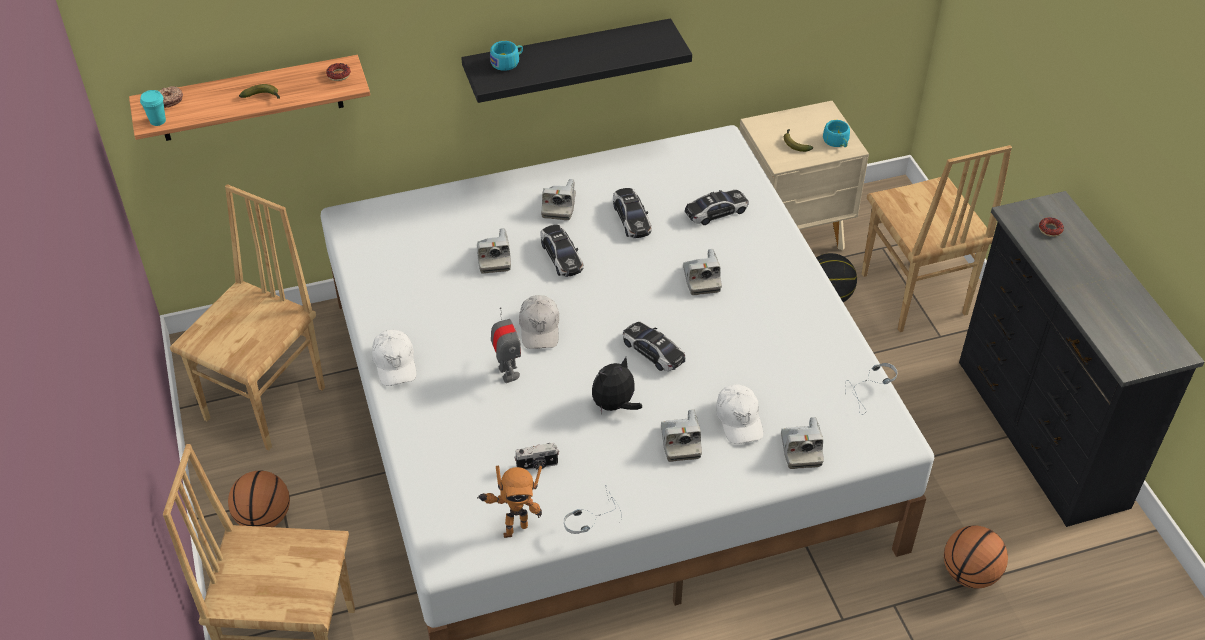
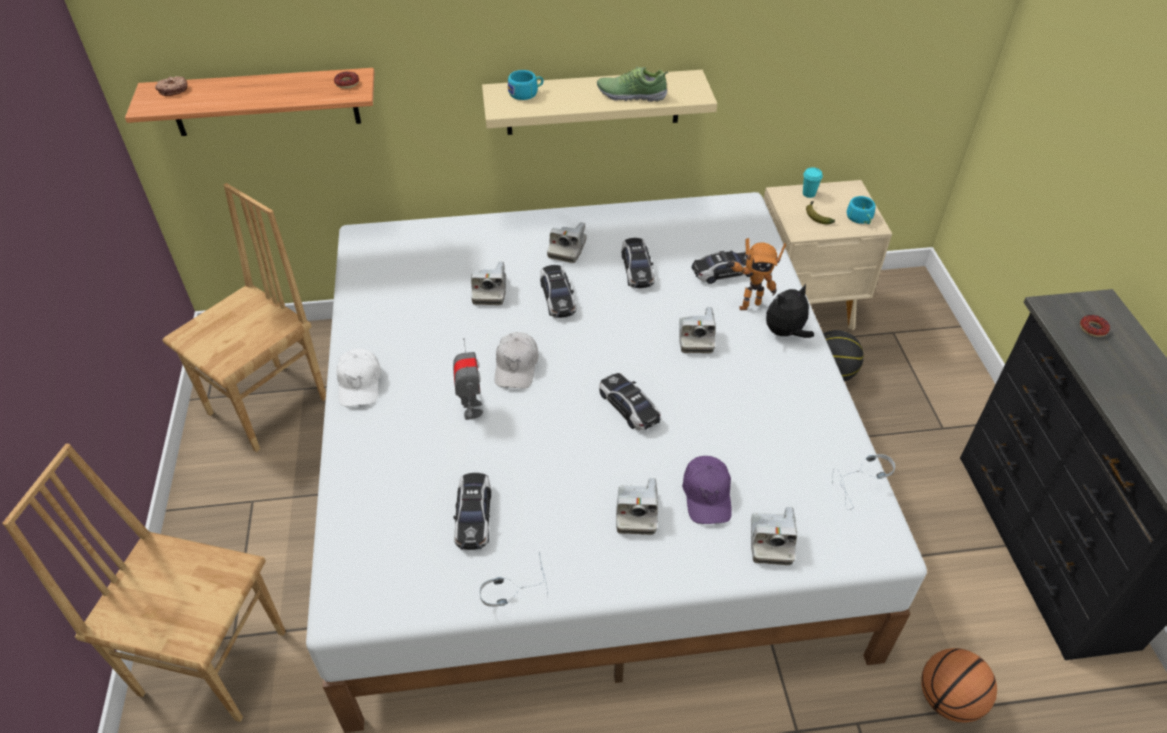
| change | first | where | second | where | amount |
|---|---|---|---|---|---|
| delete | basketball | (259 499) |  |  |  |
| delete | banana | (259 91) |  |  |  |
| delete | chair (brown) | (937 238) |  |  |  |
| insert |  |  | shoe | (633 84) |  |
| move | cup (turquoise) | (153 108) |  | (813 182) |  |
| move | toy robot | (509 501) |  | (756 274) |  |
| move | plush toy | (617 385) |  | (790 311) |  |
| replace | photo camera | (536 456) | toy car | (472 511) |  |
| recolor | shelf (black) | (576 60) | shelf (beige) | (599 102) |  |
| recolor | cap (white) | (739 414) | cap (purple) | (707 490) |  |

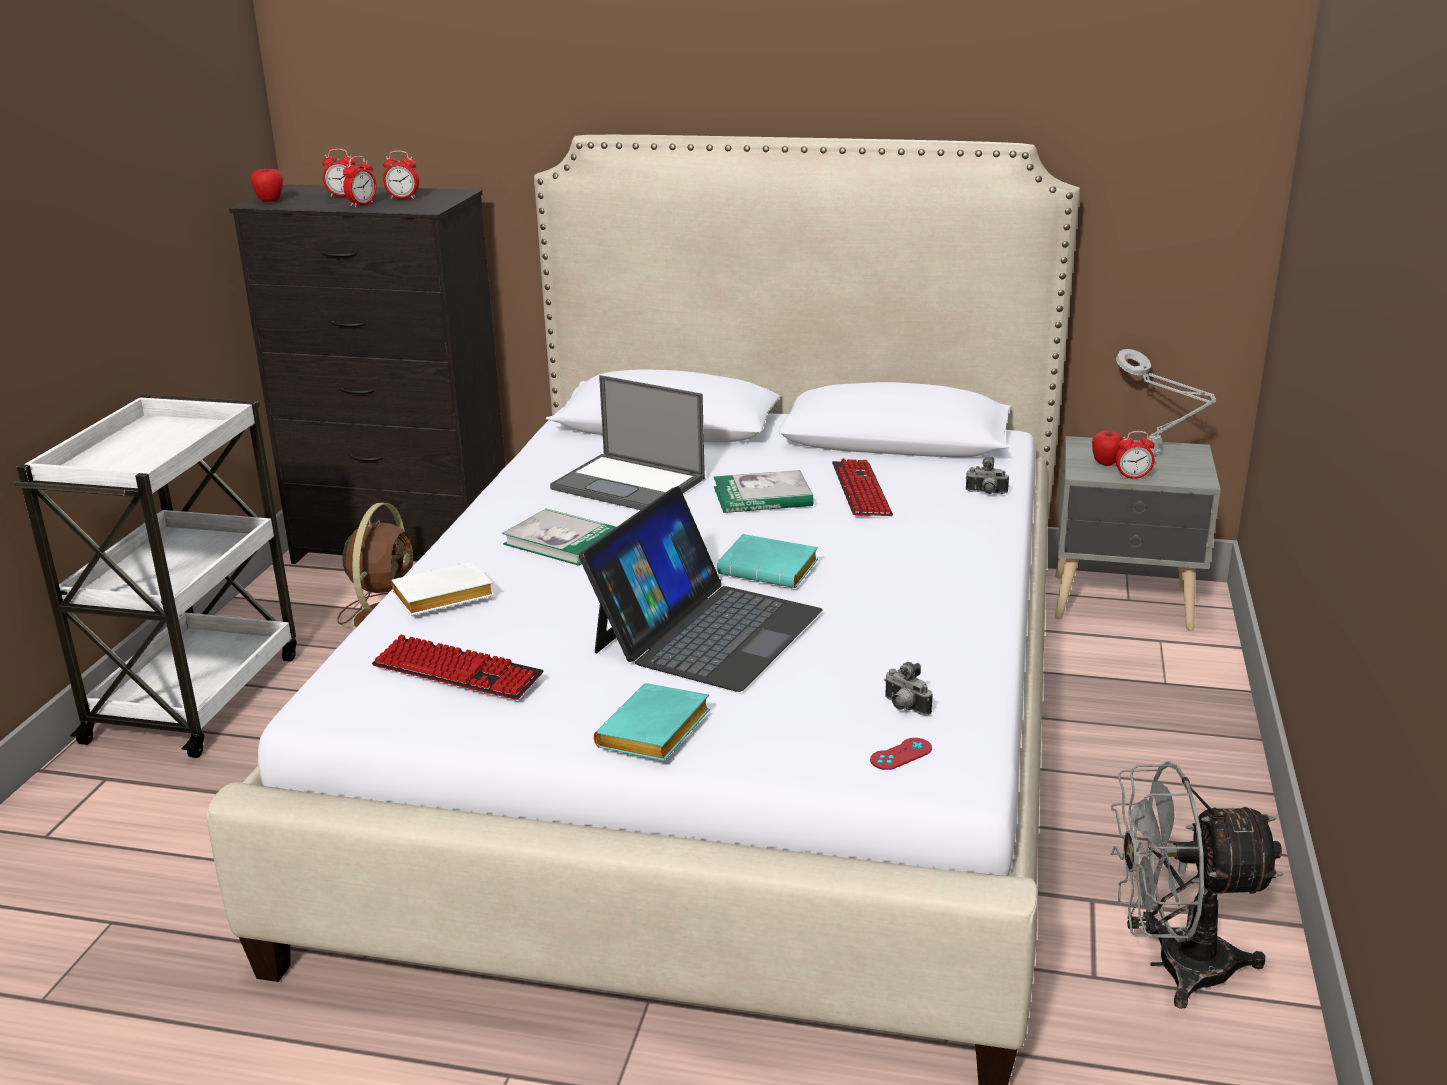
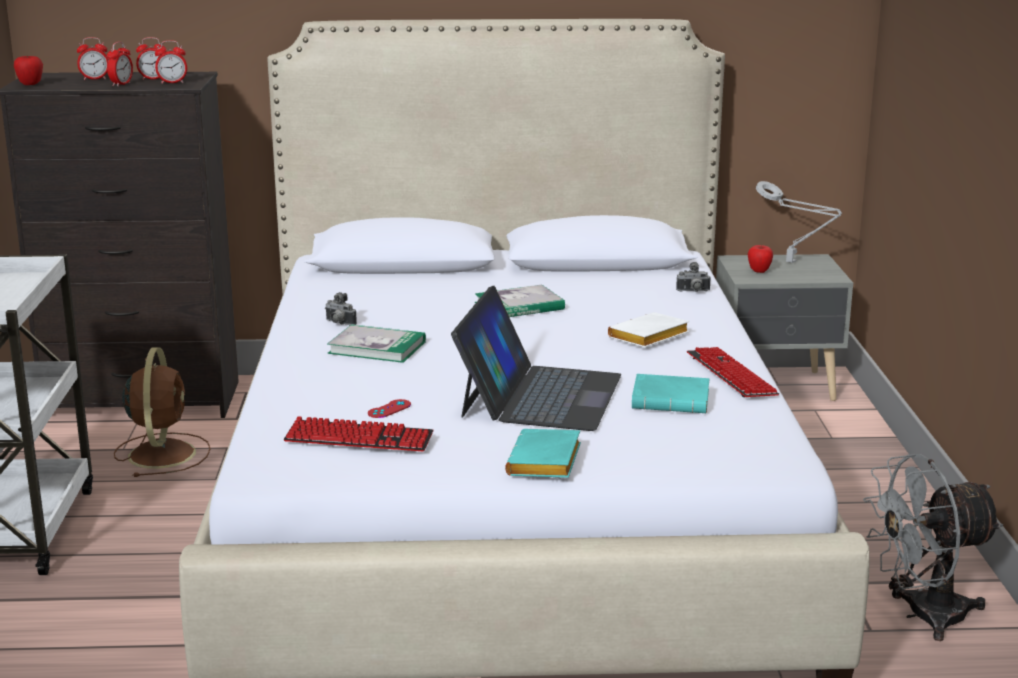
| change | first | where | second | where | amount |
|---|---|---|---|---|---|
| delete | laptop | (627 442) |  |  |  |
| move | book (white) | (442 588) |  | (648 330) |  |
| move | book (turquoise) | (767 561) |  | (670 393) |  |
| move | keyboard | (862 487) |  | (733 372) |  |
| move | game controller (red) | (901 754) |  | (389 408) |  |
| move | photo camera | (908 688) |  | (341 308) |  |
| move | alarm clock | (1135 455) |  | (171 62) |  |

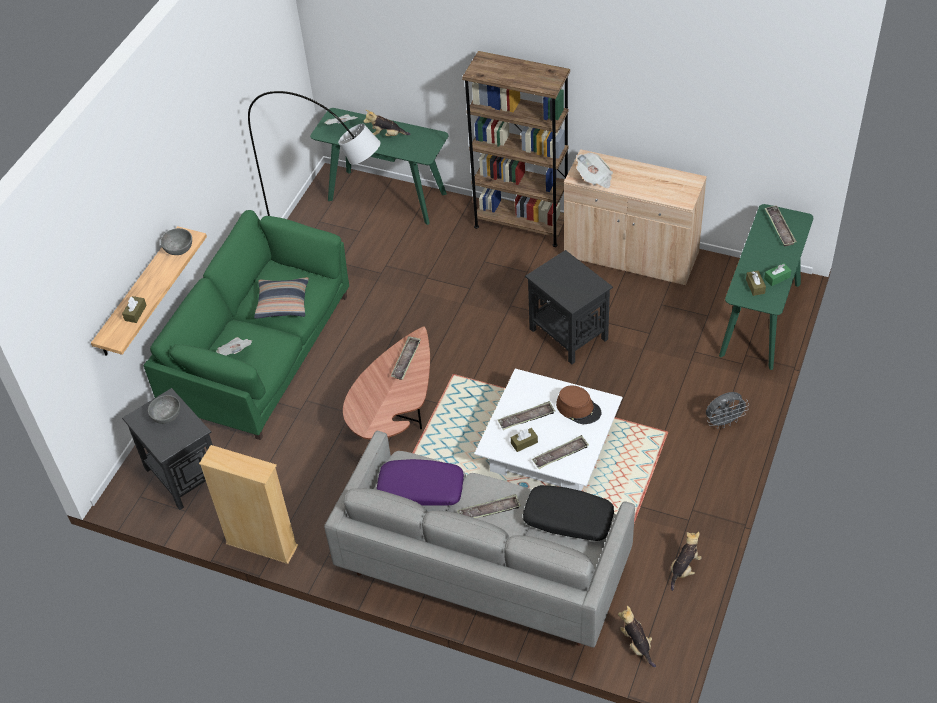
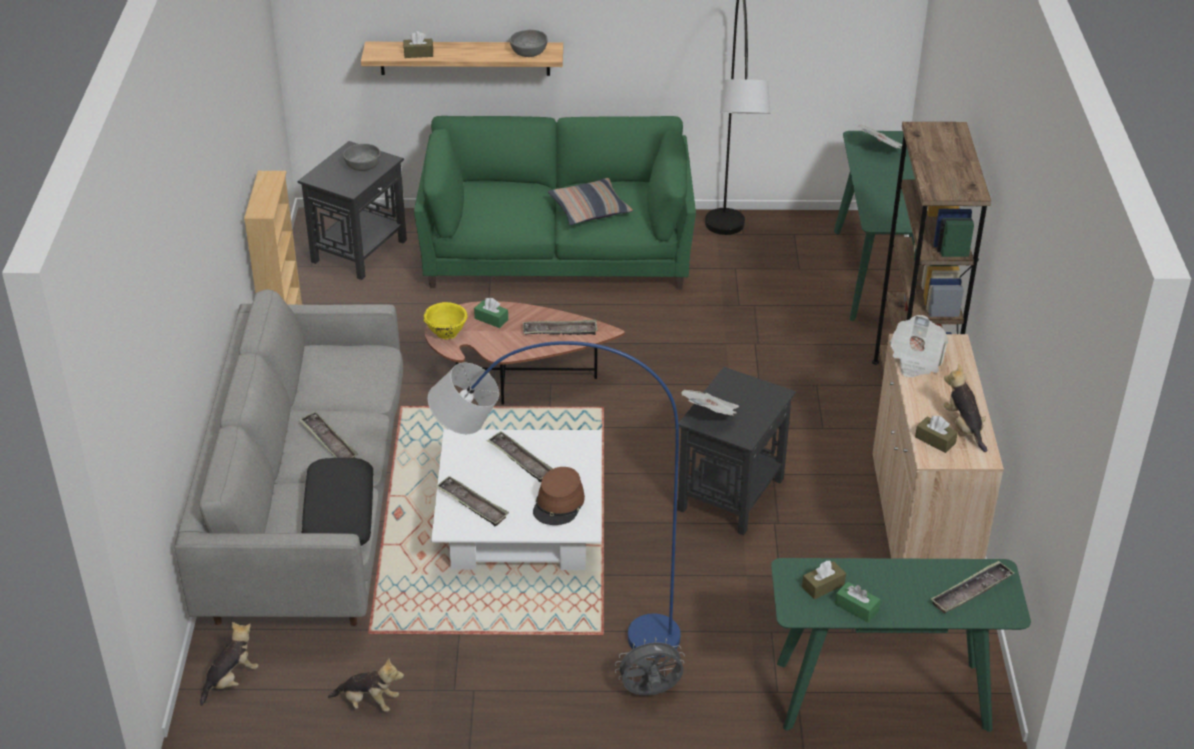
| change | first | where | second | where | amount |
|---|---|---|---|---|---|
| delete | pillow (purple) | (420 482) |  |  |  |
| insert |  |  | bowl (yellow) | (445 320) |  |
| insert |  |  | floor lamp (blue) | (554 499) |  |
| insert |  |  | tissue box (green) | (491 313) |  |
| move | newspaper | (234 346) |  | (710 403) |  |
| move | plush toy | (386 123) |  | (965 408) |  |
| move | tissue box (brown) | (524 440) |  | (936 434) |  |
| rotate | fan (grey) | (727 410) |  | (650 666) | 120 degrees clockwise |

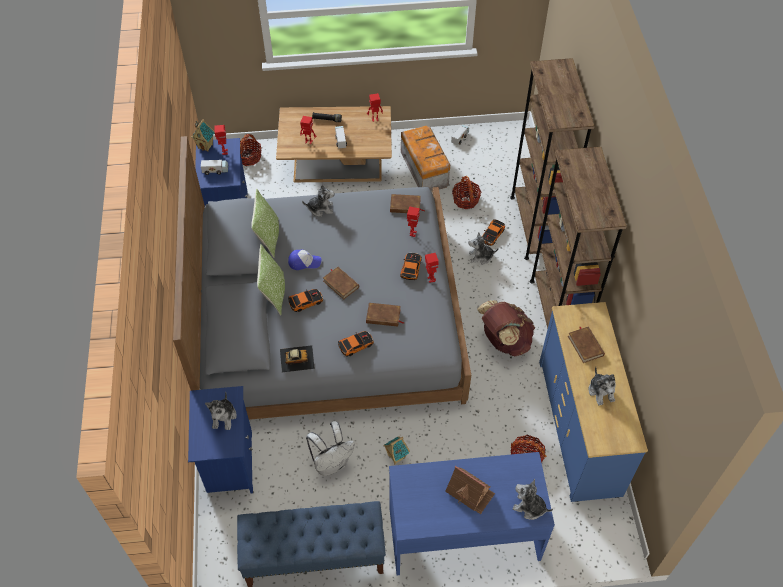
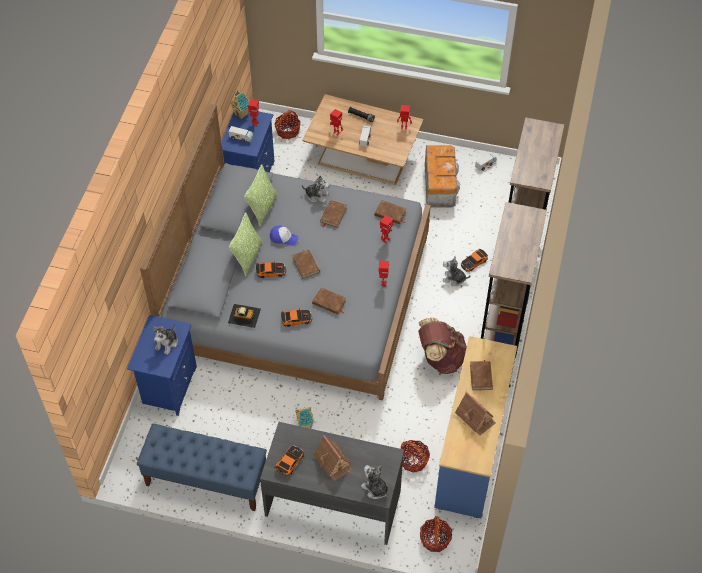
| change | first | where | second | where | amount |
|---|---|---|---|---|---|
| delete | backpack (white) | (330 448) |  |  |  |
| insert |  |  | book (brown) | (333 214) |  |
| move | toy car | (411 266) |  | (289 461) |  |
| move | basket | (467 192) |  | (436 534) |  |
| replace | plush toy | (602 386) | toy house | (475 413) |  |
| recolor | desk (blue) | (472 513) | desk (grey) | (332 483) |  |

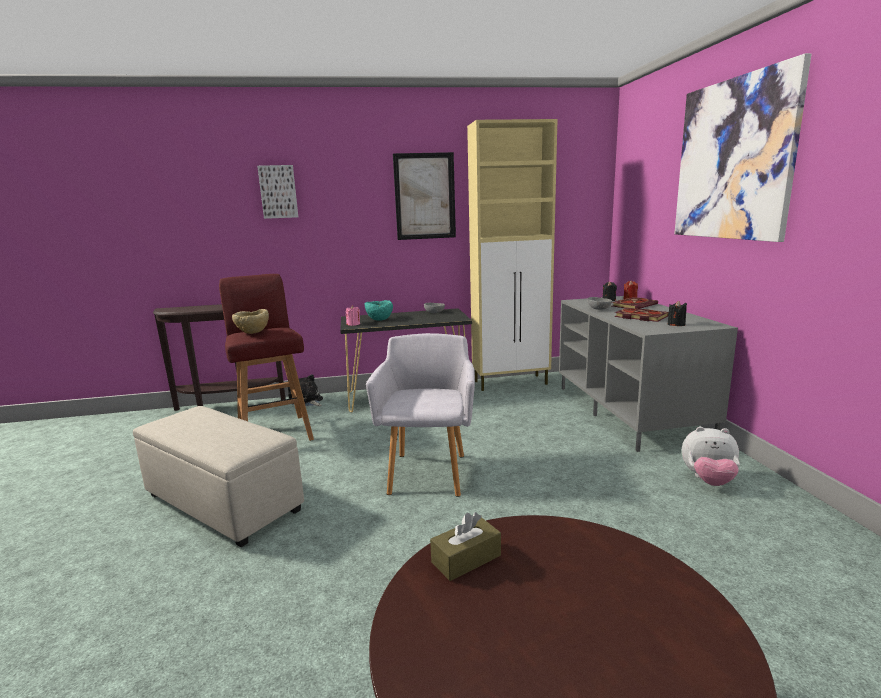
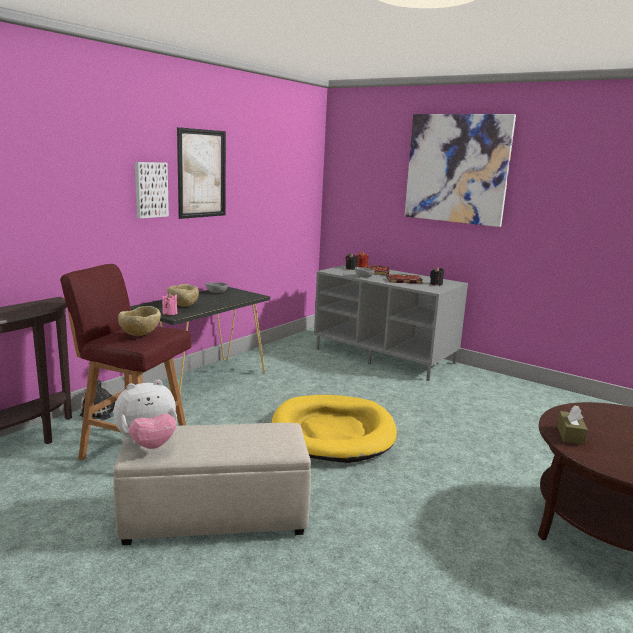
| change | first | where | second | where | amount |
|---|---|---|---|---|---|
| delete | cabinet (beige) | (512 255) |  |  |  |
| move | picture | (277 192) |  | (152 190) |  |
| move | plush toy | (711 456) |  | (145 414) |  |
| replace | armchair (grey) | (420 415) | dog bed (yellow) | (334 429) |  |
| recolor | bowl (turquoise) | (379 310) | bowl (beige) | (183 295) |  |

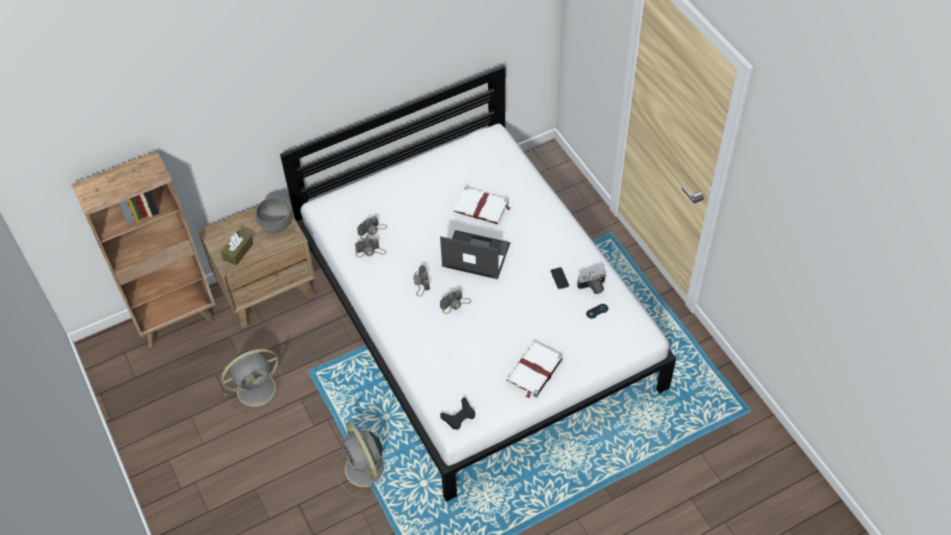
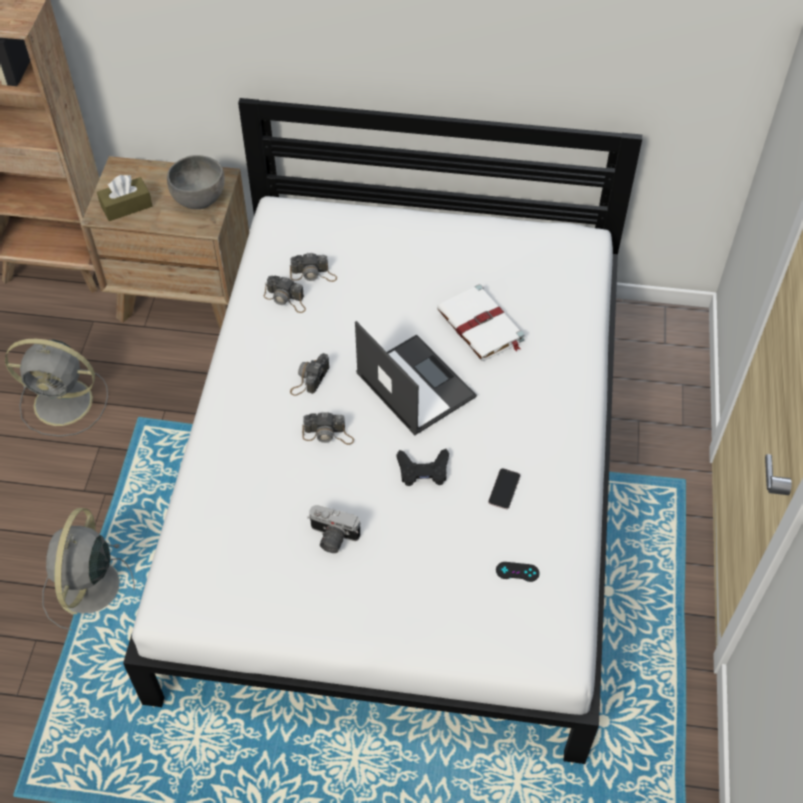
| change | first | where | second | where | amount |
|---|---|---|---|---|---|
| delete | book (white) | (535 370) |  |  |  |
| move | game controller (black) | (457 413) |  | (422 467) |  |
| move | photo camera | (592 281) |  | (334 529) |  |

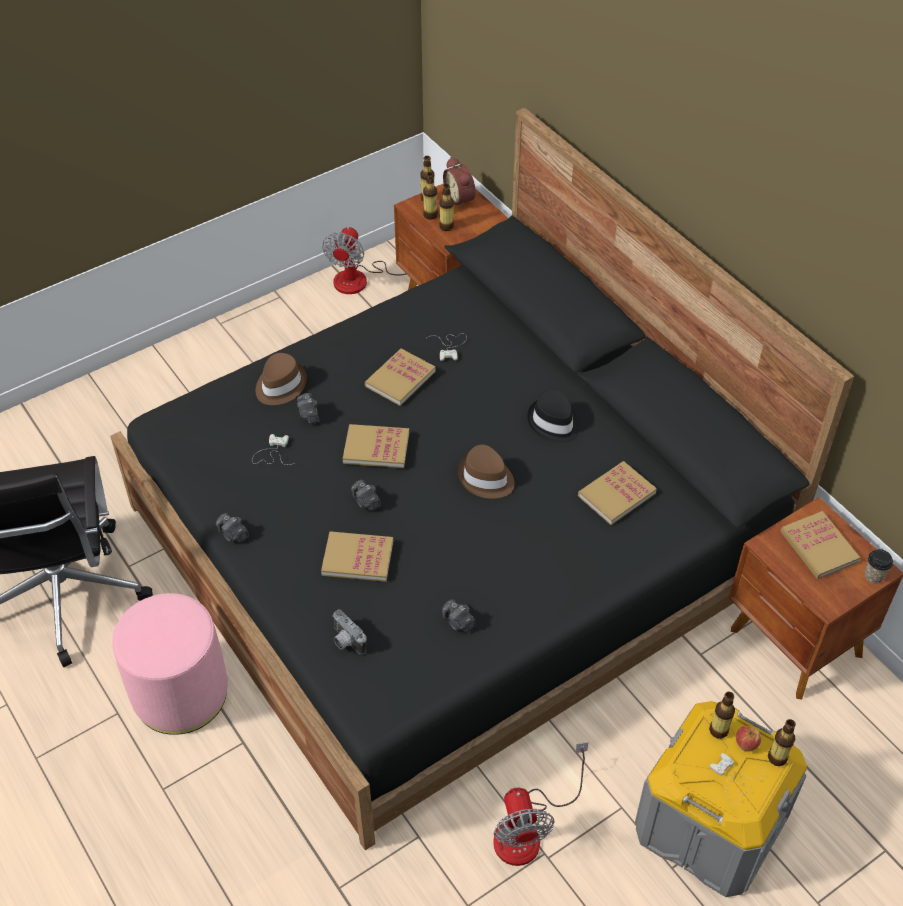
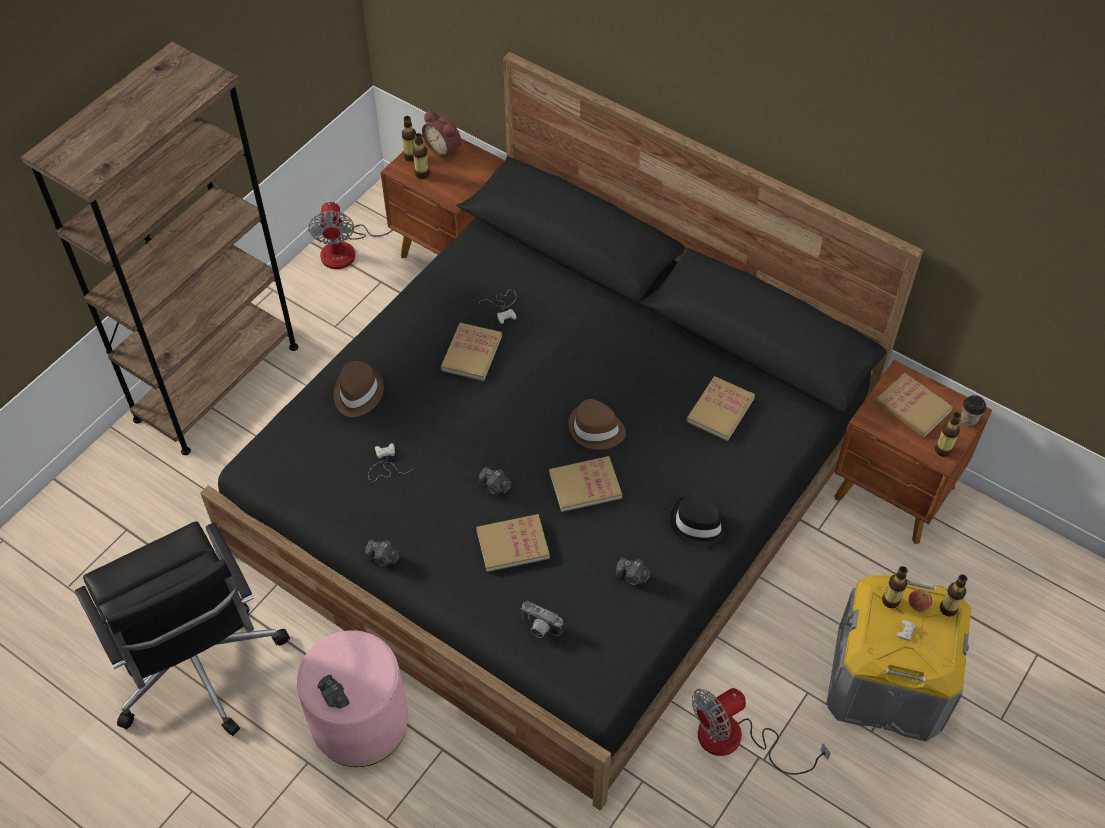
| change | first | where | second | where | amount |
|---|---|---|---|---|---|
| insert |  |  | bookcase (brown) | (159 248) |  |
| move | photo camera | (308 408) |  | (334 691) |  |
| move | book | (376 446) |  | (585 484) |  |
| move | bottle | (446 207) |  | (948 434) |  |
| move | hat (black) | (553 416) |  | (699 519) |  |
| rotate | fan | (541 804) |  | (761 731) | 90 degrees clockwise |

